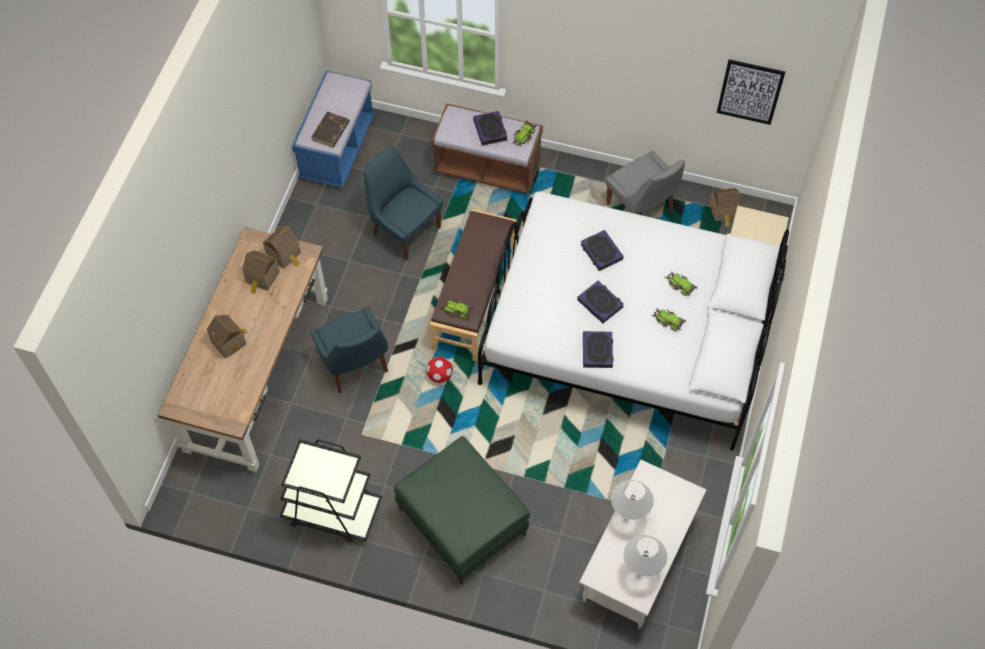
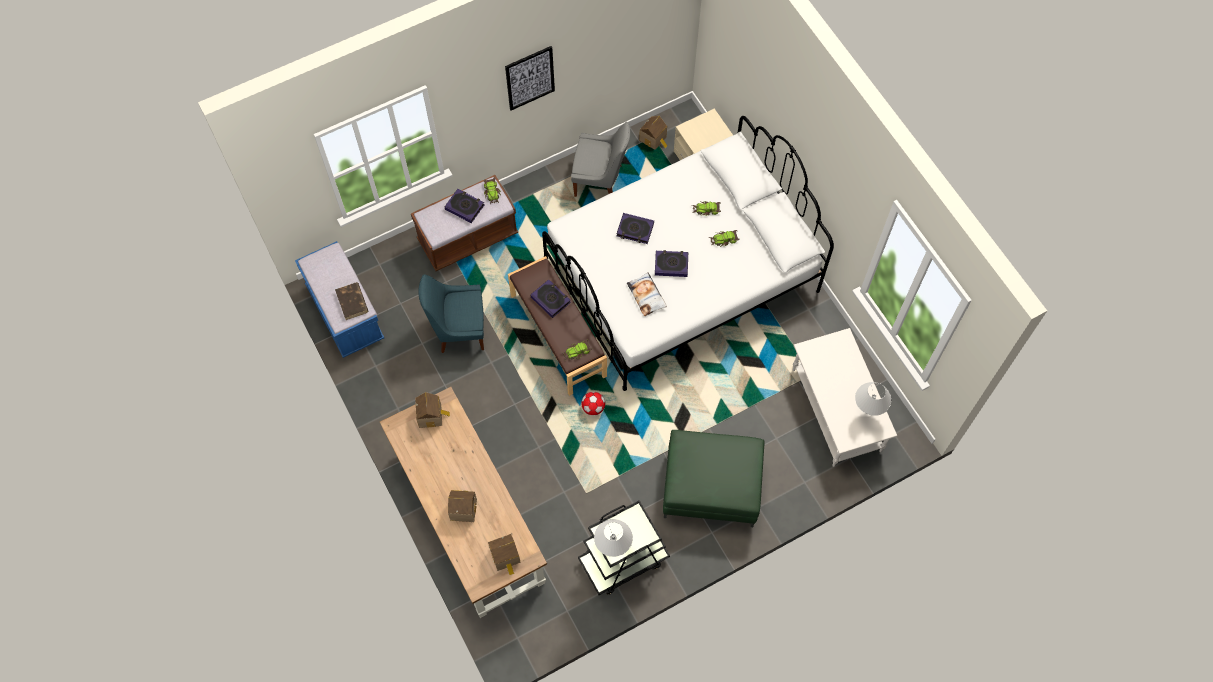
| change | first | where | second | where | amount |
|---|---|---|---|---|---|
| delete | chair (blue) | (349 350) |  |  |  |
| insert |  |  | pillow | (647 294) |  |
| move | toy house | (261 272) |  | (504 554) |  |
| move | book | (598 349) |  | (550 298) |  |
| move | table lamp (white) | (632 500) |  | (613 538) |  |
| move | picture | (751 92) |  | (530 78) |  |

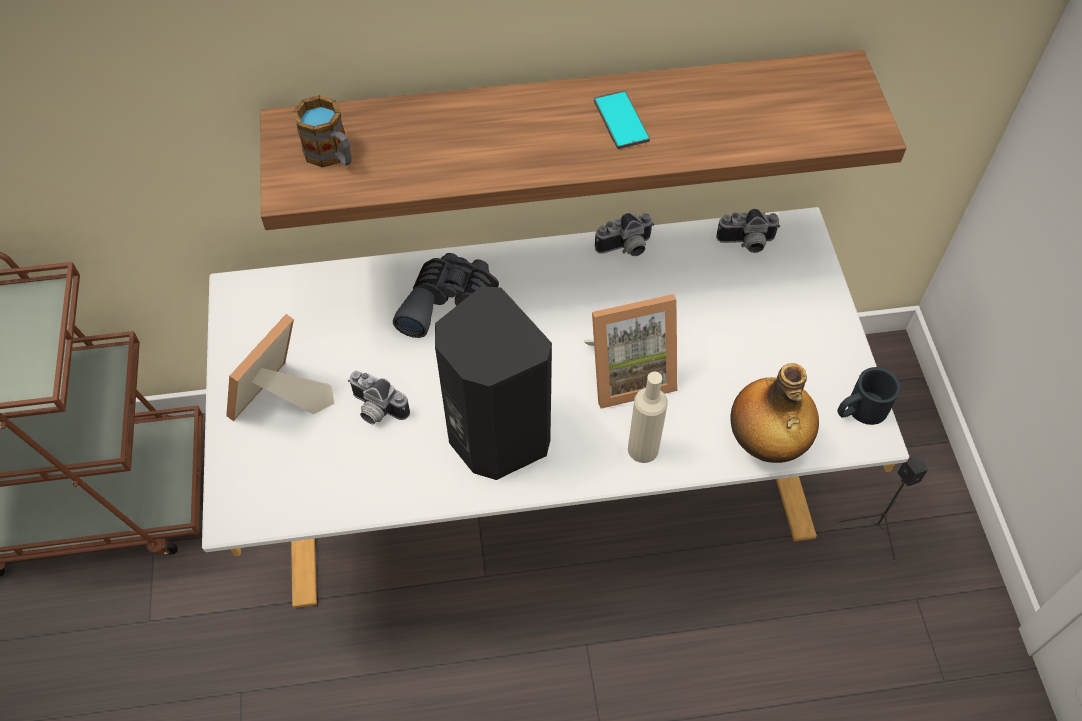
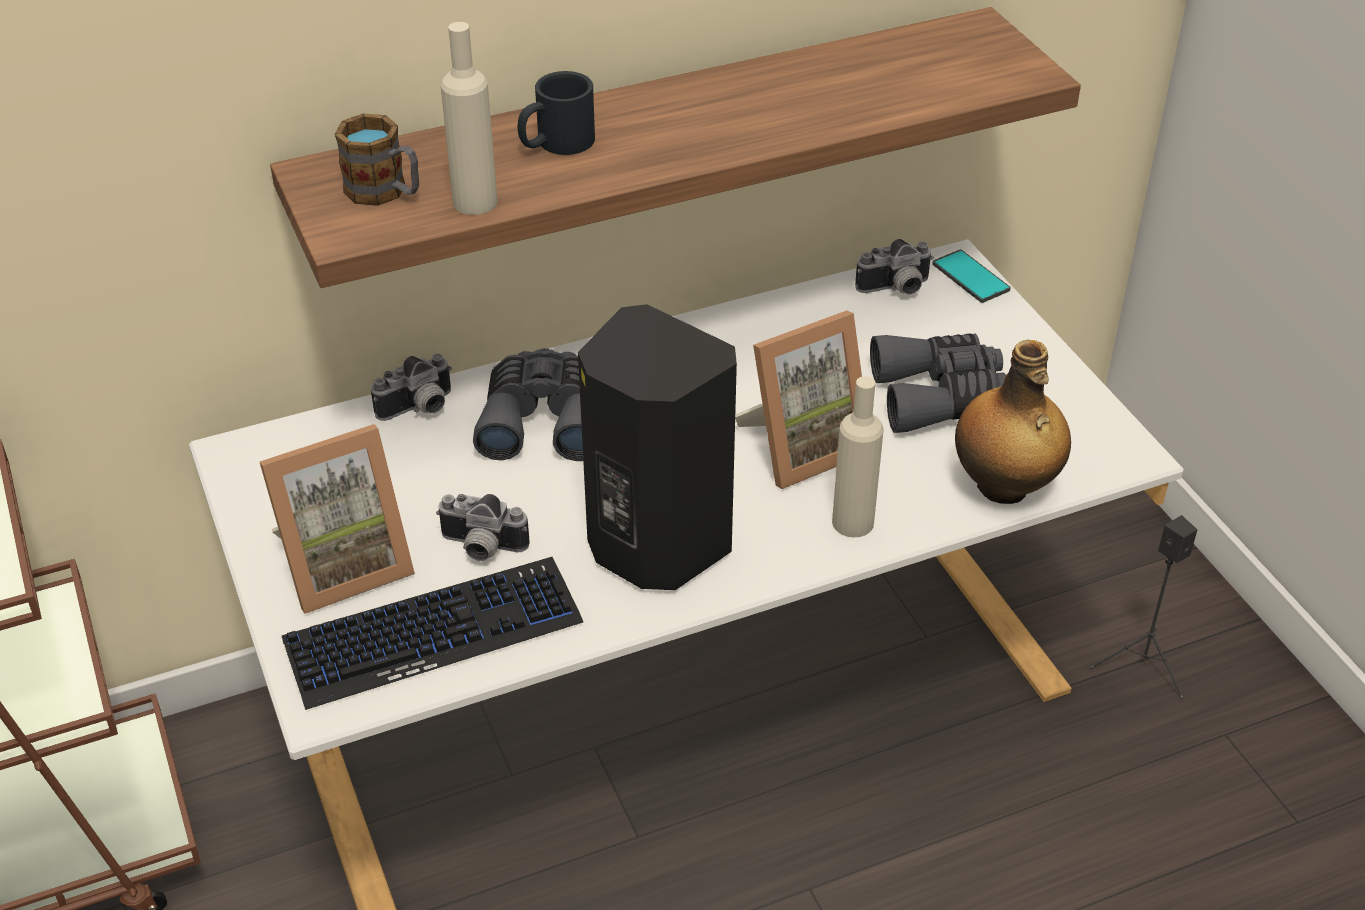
| change | first | where | second | where | amount |
|---|---|---|---|---|---|
| insert |  |  | keyboard | (432 633) |  |
| insert |  |  | bottle (beige) | (469 118) |  |
| insert |  |  | binoculars (grey) | (938 383) |  |
| move | phone | (622 119) |  | (971 276) |  |
| move | photo camera | (624 234) |  | (411 387) |  |
| move | mug (black) | (869 396) |  | (556 113) |  |
| rotate | picture frame | (280 367) |  | (337 519) | 135 degrees counterclockwise |

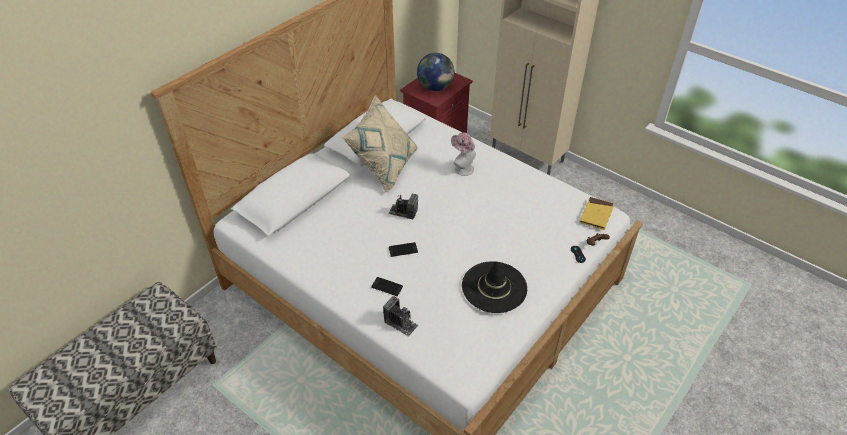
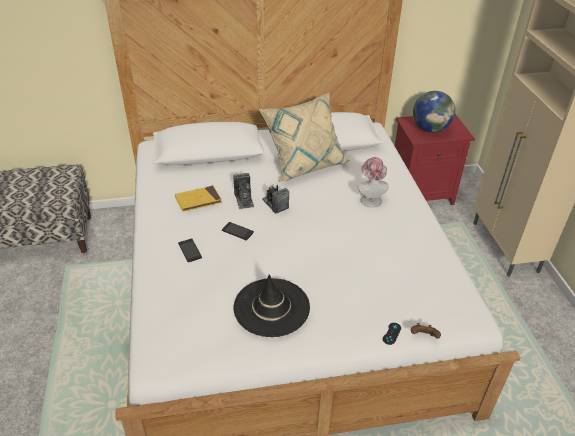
| change | first | where | second | where | amount |
|---|---|---|---|---|---|
| move | photo camera | (400 316) |  | (243 191) |  |
| move | book (yellow) | (596 213) |  | (198 199) |  |

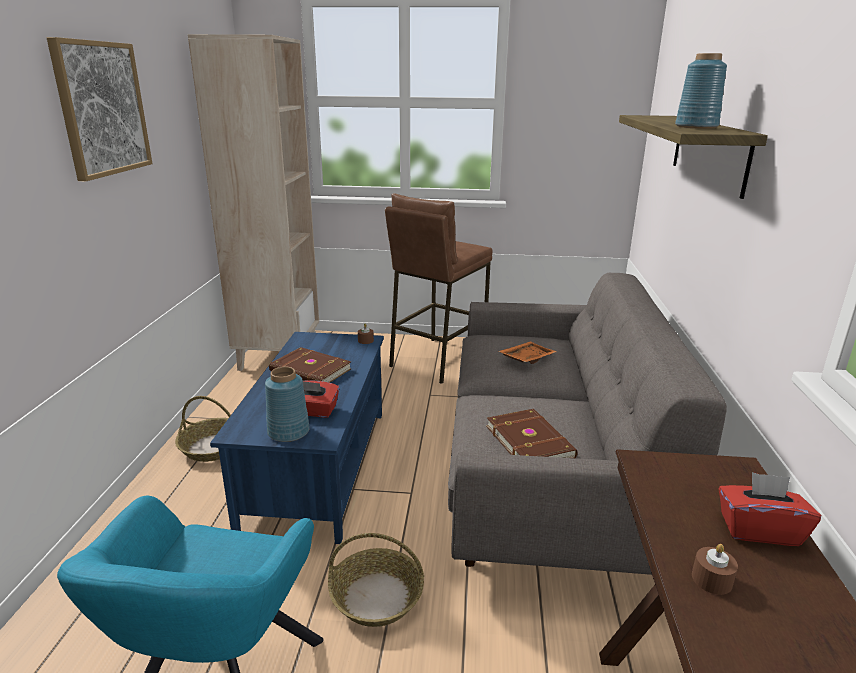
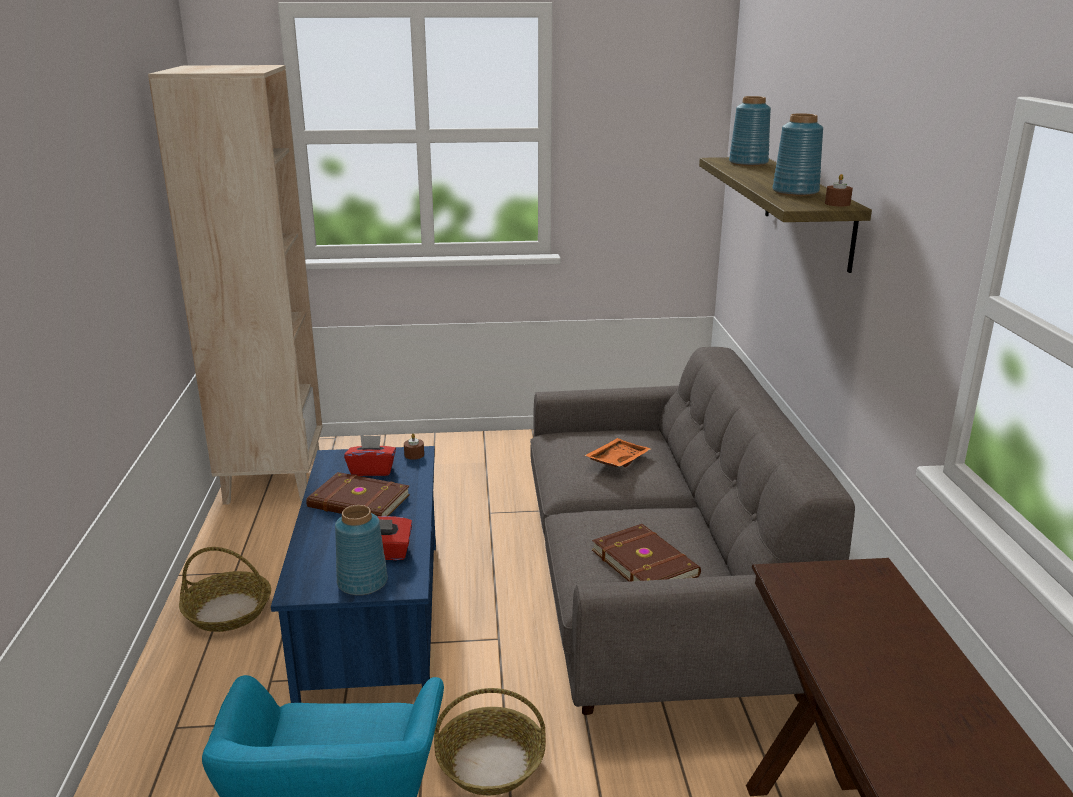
| change | first | where | second | where | amount |
|---|---|---|---|---|---|
| delete | picture | (99 109) |  |  |  |
| delete | stool (brown) | (438 288) |  |  |  |
| insert |  |  | vase (blue) | (750 131) |  |
| move | candle (brown) | (715 569) |  | (839 190) |  |
| move | tissue box (red) | (769 509) |  | (370 455) |  |

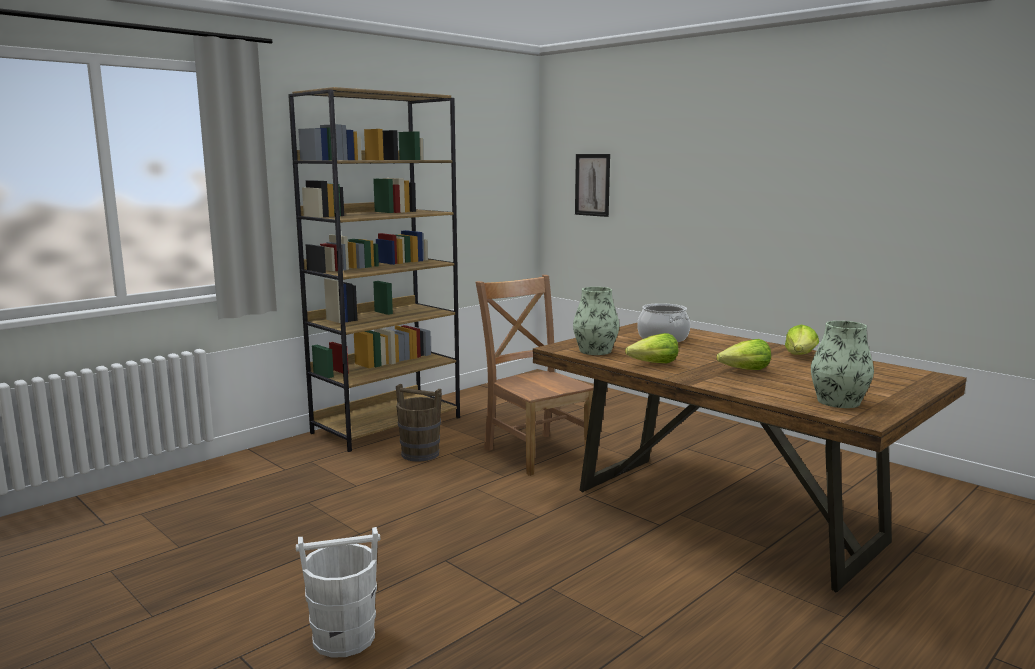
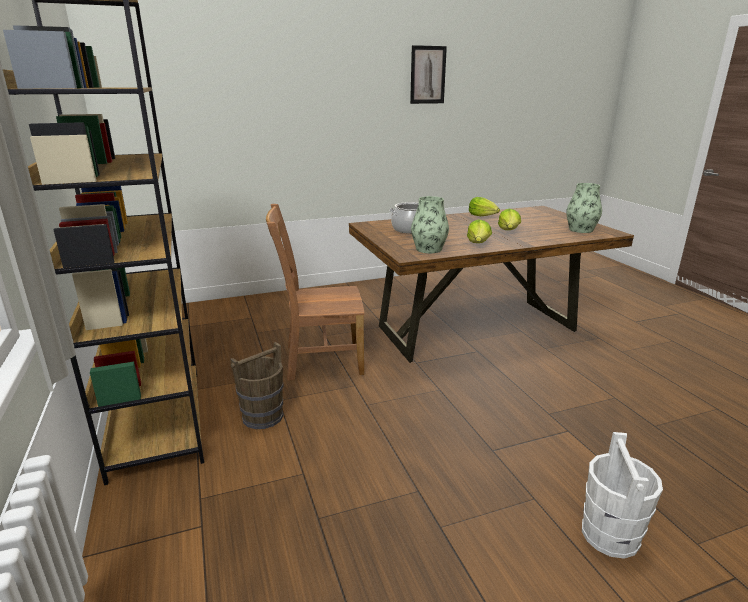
| change | first | where | second | where | amount |
|---|---|---|---|---|---|
| move | picture | (592 185) |  | (428 74) |  |

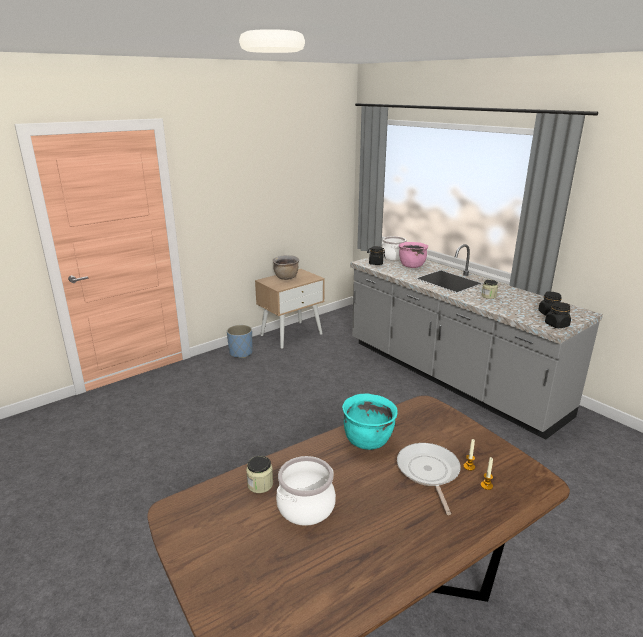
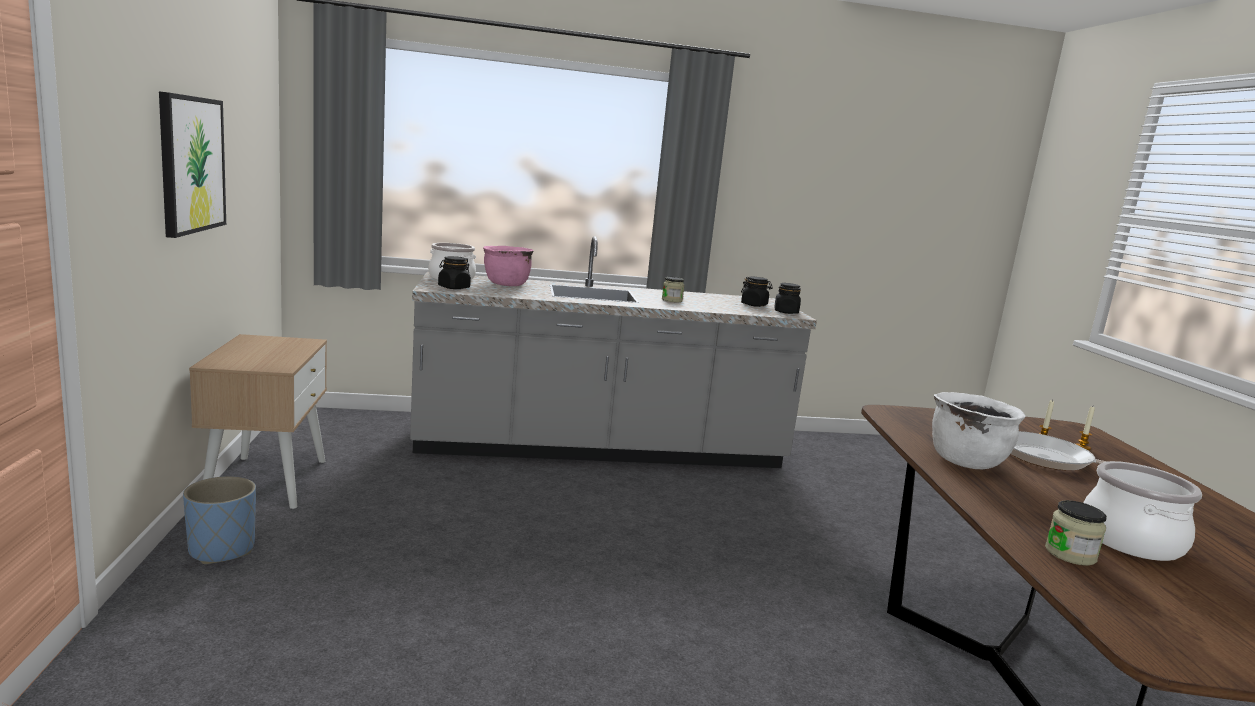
| change | first | where | second | where | amount |
|---|---|---|---|---|---|
| delete | cooking pot (brown) | (286 267) |  |  |  |
| insert |  |  | picture | (192 164) |  |
| recolor | cooking pot (turquoise) | (369 421) | cooking pot (white) | (979 430) |  |

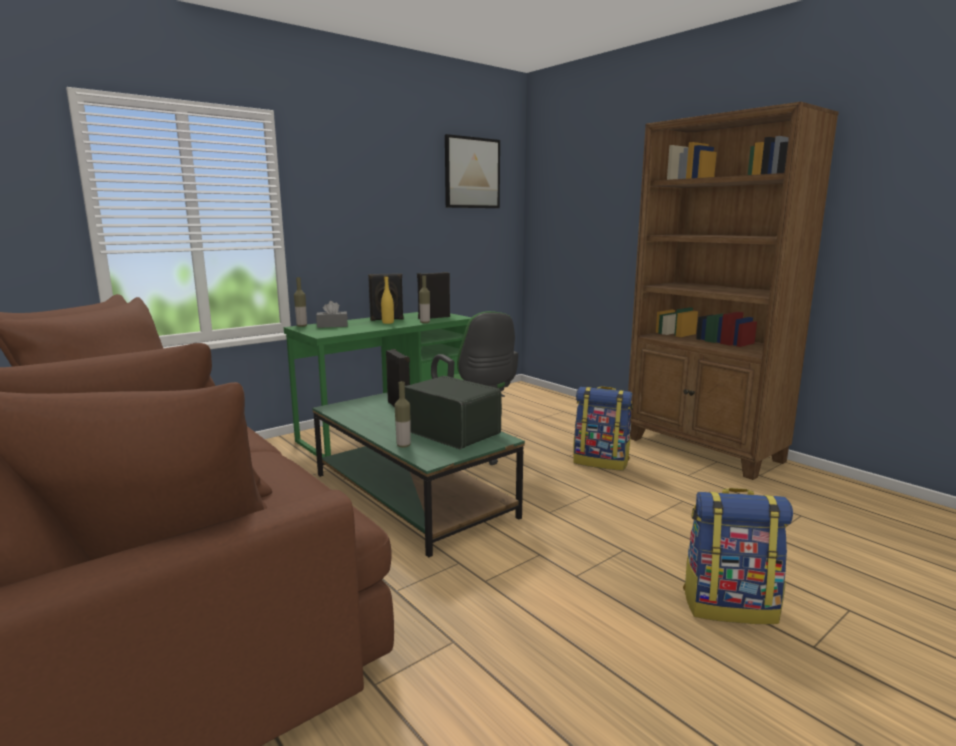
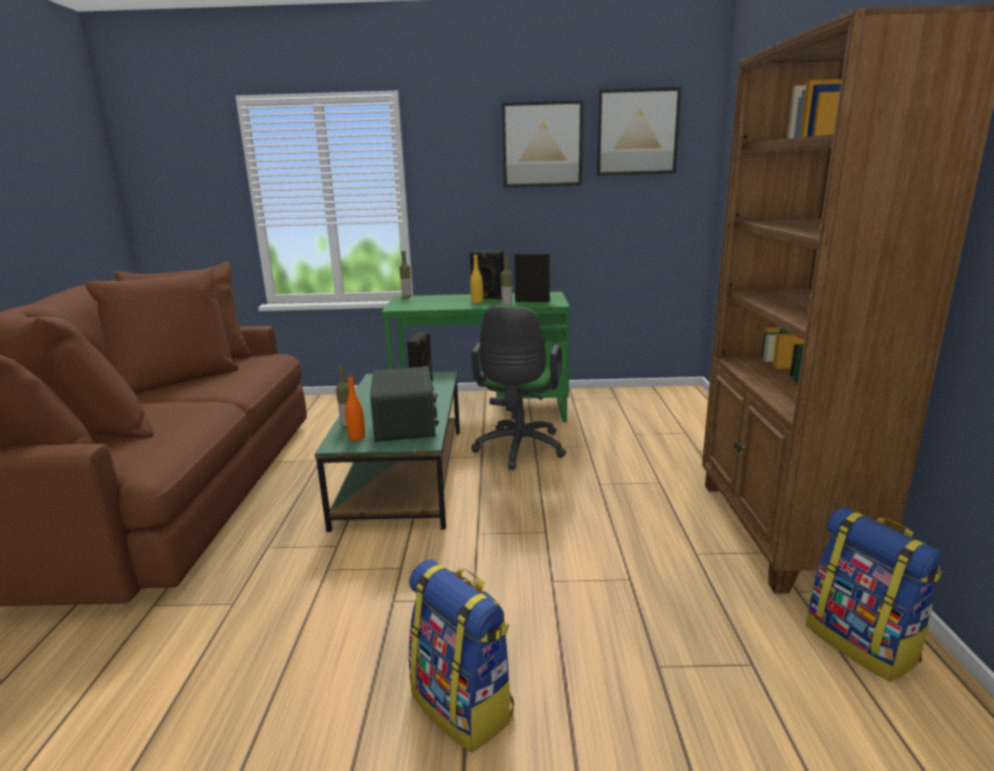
| change | first | where | second | where | amount |
|---|---|---|---|---|---|
| delete | tissue box (grey) | (332 314) |  |  |  |
| insert |  |  | bottle (orange) | (355 408) |  |
| insert |  |  | picture | (542 144) |  |
| move | backpack | (603 428) |  | (874 594) |  |

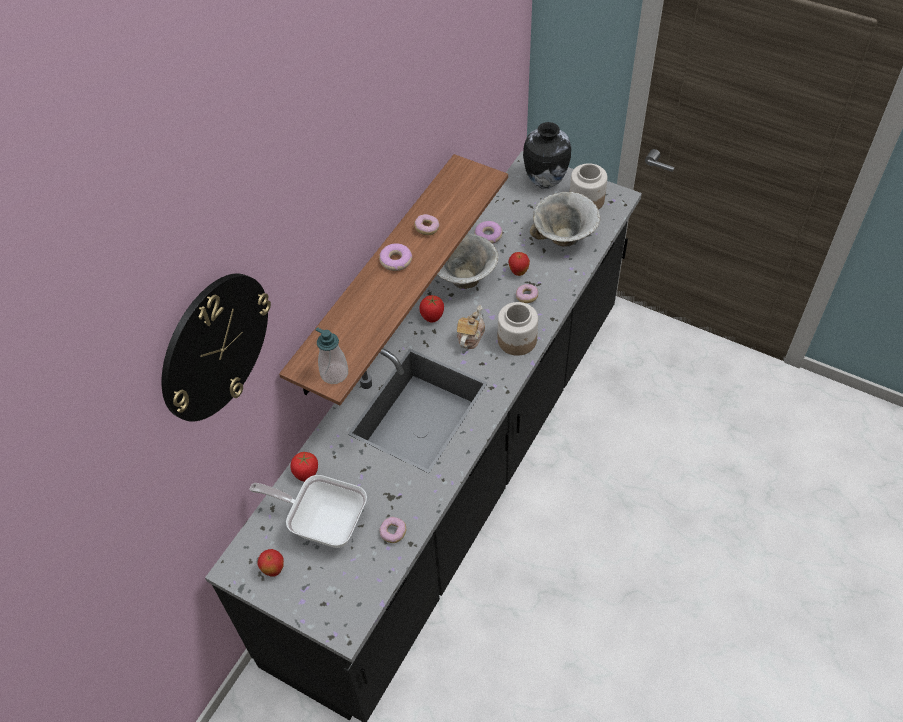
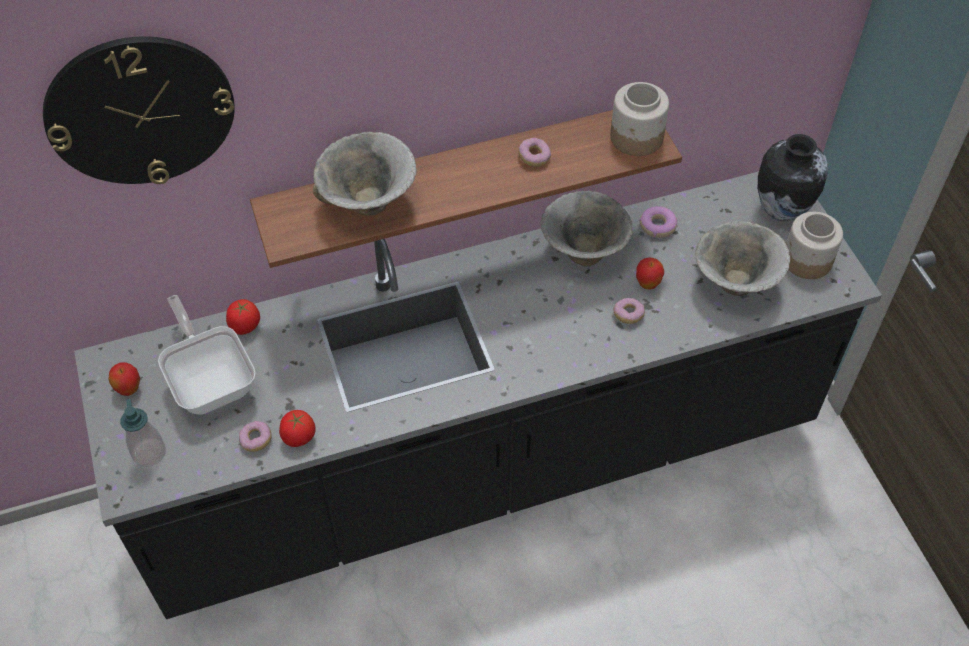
| change | first | where | second | where | amount |
|---|---|---|---|---|---|
| delete | donut | (396 257) |  |  |  |
| delete | teapot | (471 327) |  |  |  |
| insert |  |  | bowl | (364 174) |  |
| move | soap dispenser | (331 355) |  | (143 433) |  |
| move | tomato | (431 308) |  | (297 428) |  |
| move | jar | (518 329) |  | (639 119) |  |

